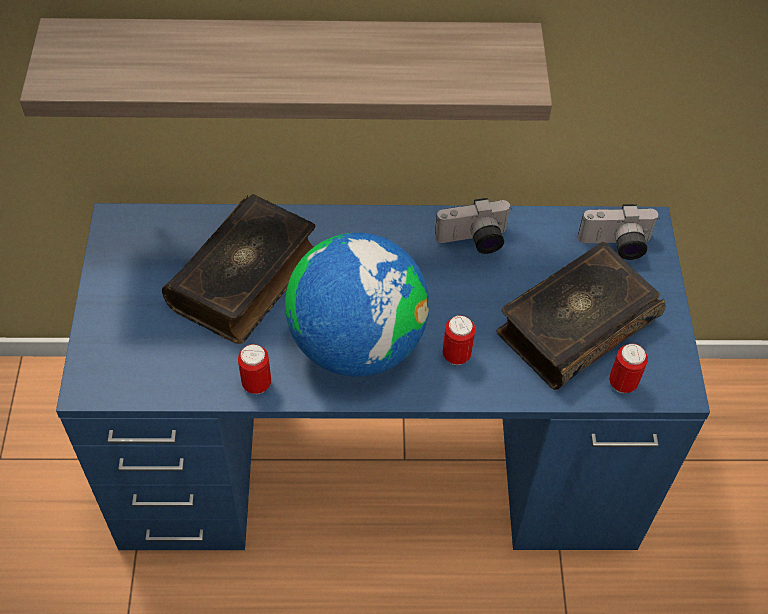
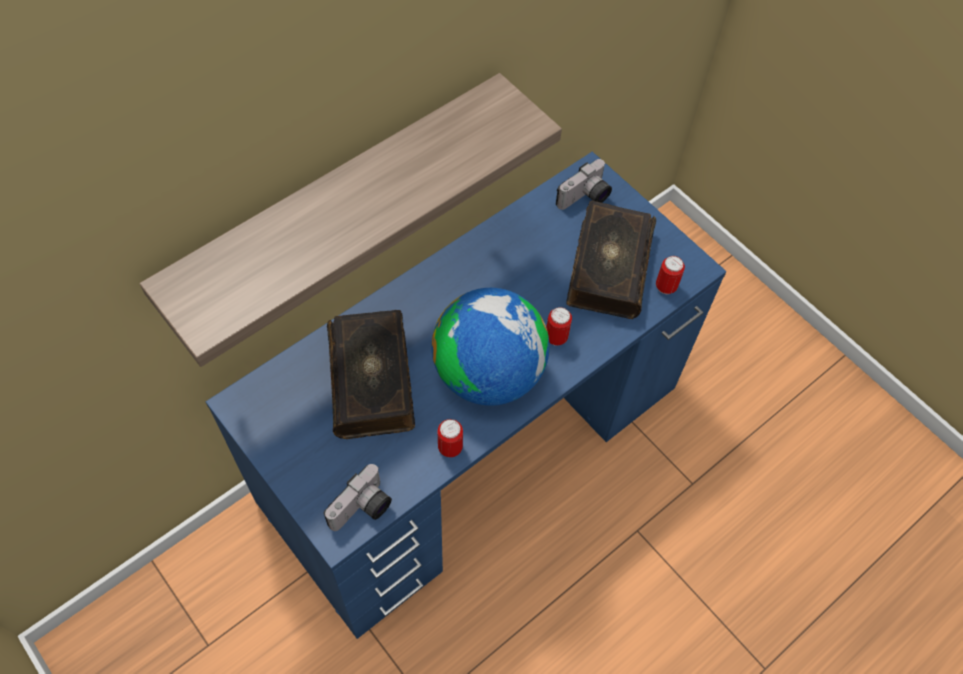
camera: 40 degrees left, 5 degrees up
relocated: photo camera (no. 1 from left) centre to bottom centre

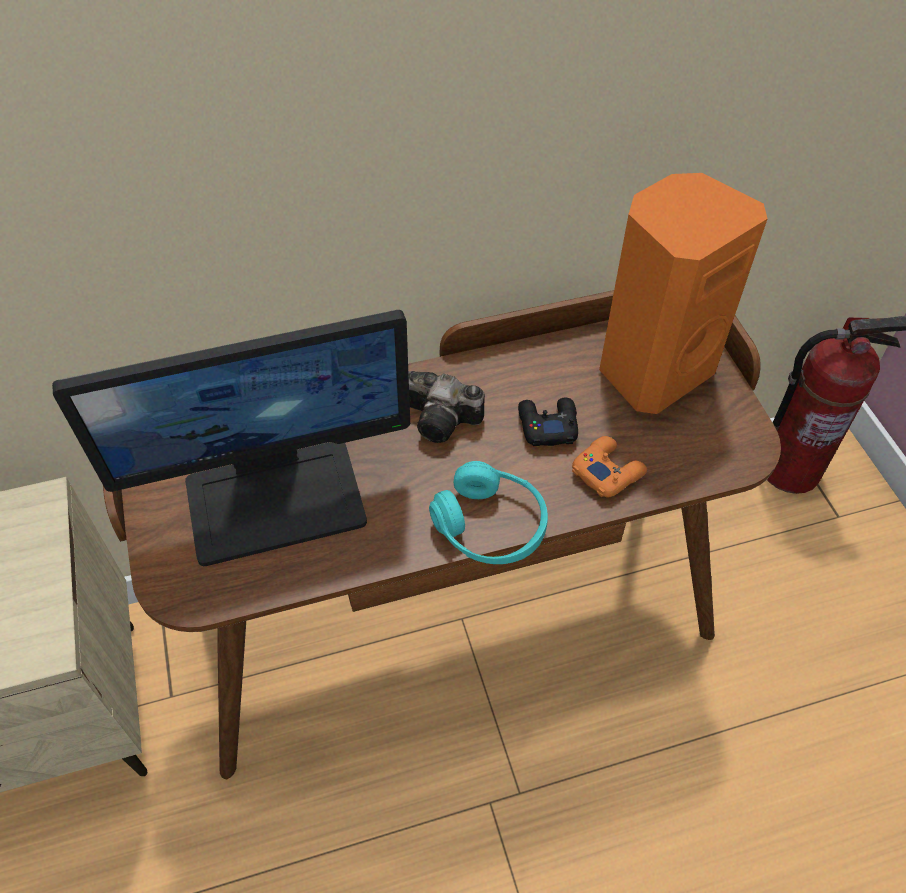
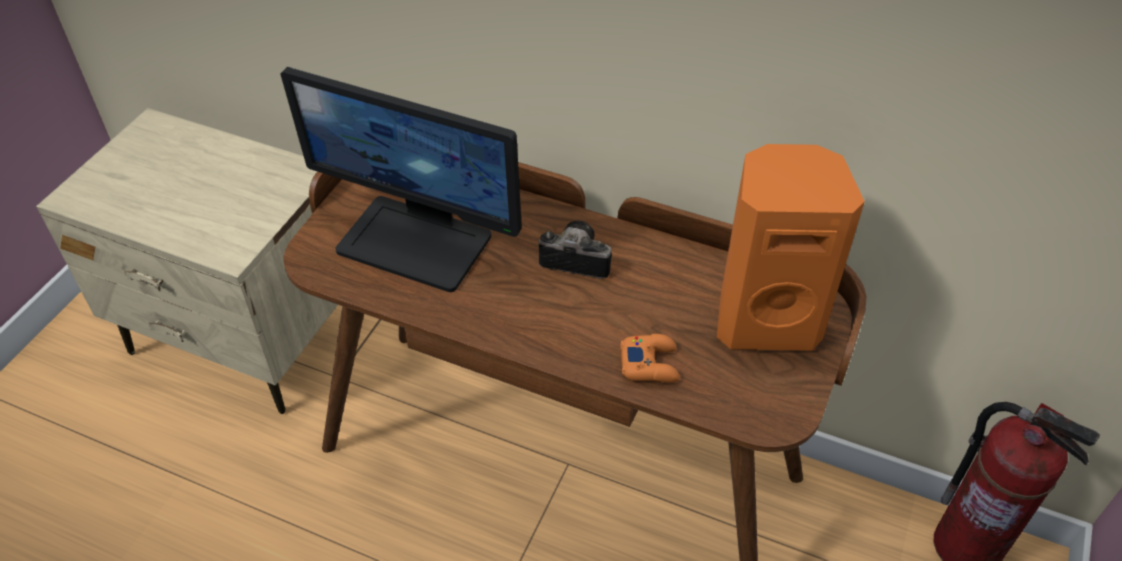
camera: 40 degrees right, 5 degrees down
missing: headphones (turquoise) centre; game controller (black) centre
spun: photo camera centre = centre 135 degrees clockwise

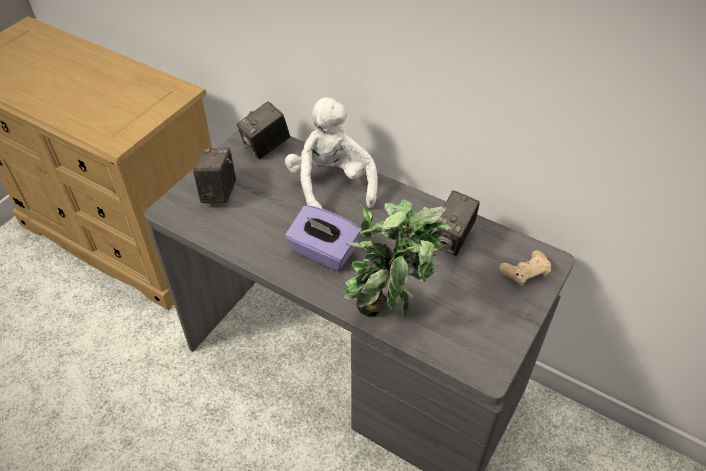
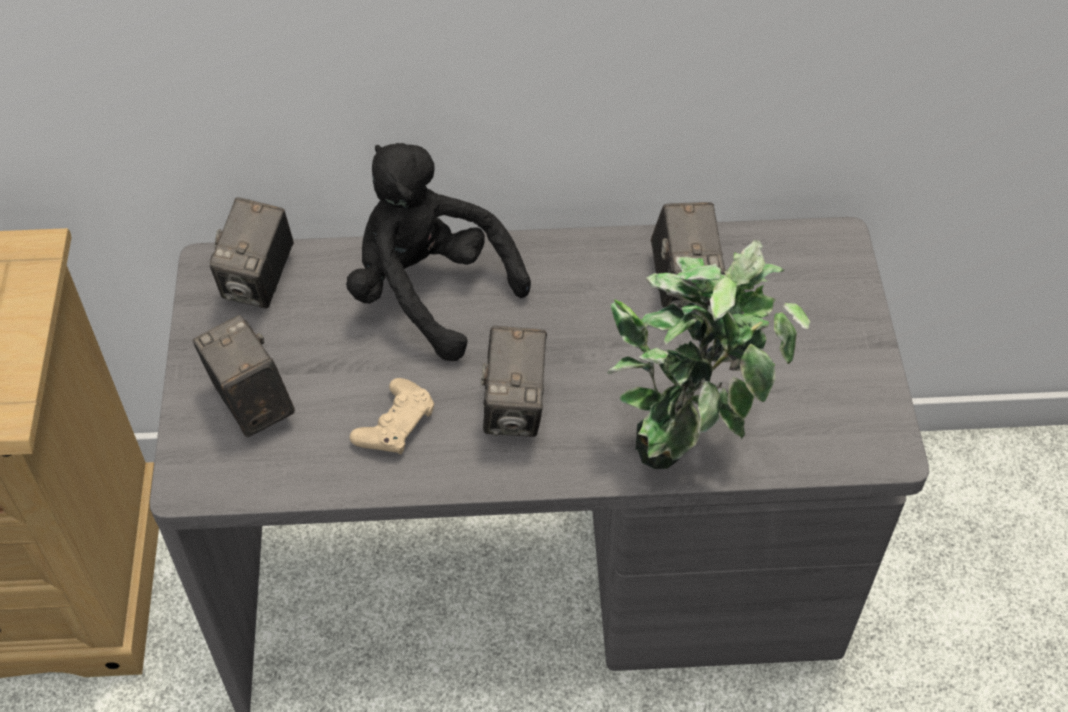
camera: 35 degrees left, 5 degrees up
relocated: game controller (beige) middle right to centre
exchanged: tissue box (purple) centre to photo camera (no. 3 from left) centre
colour: plush toy (white) top centre to plush toy (black) centre

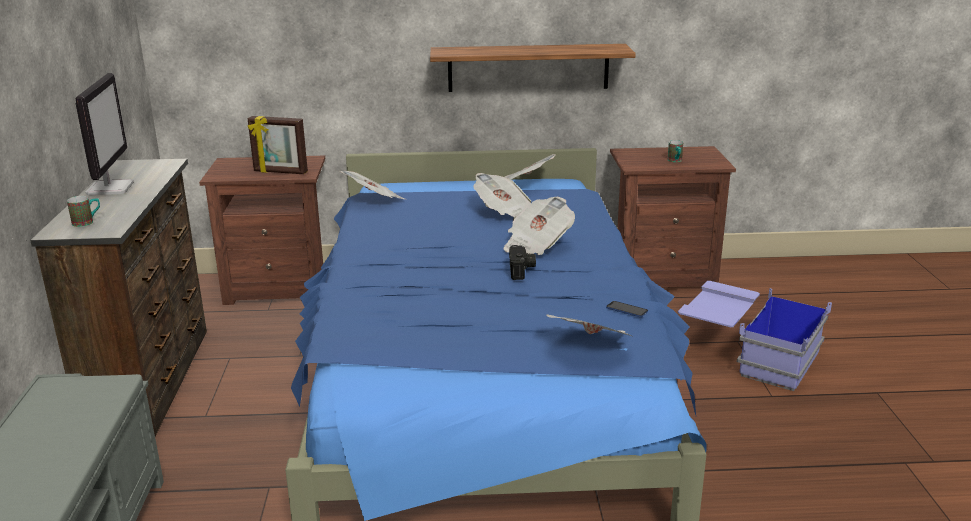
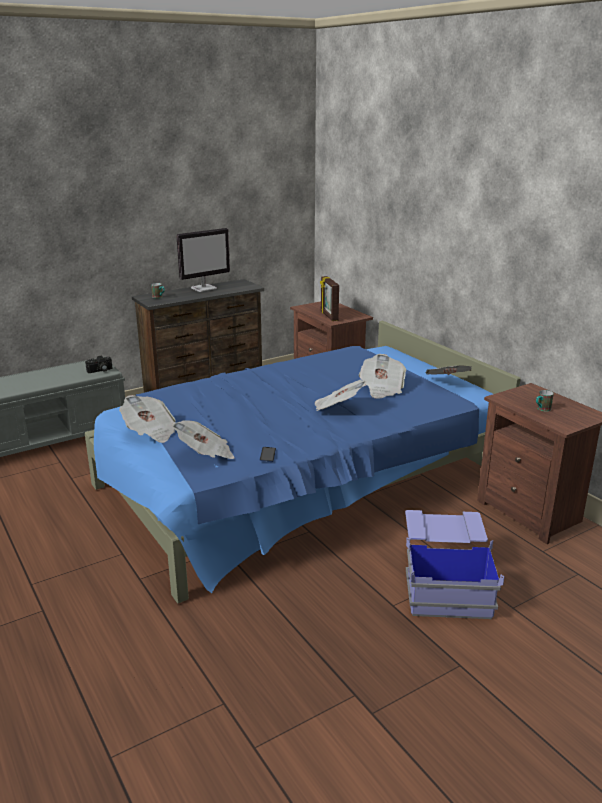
camera: 60 degrees right, 0 degrees up
missing: shelf top centre
relocated: newspaper (no. 1 from left) centre to middle left; photo camera centre to middle left

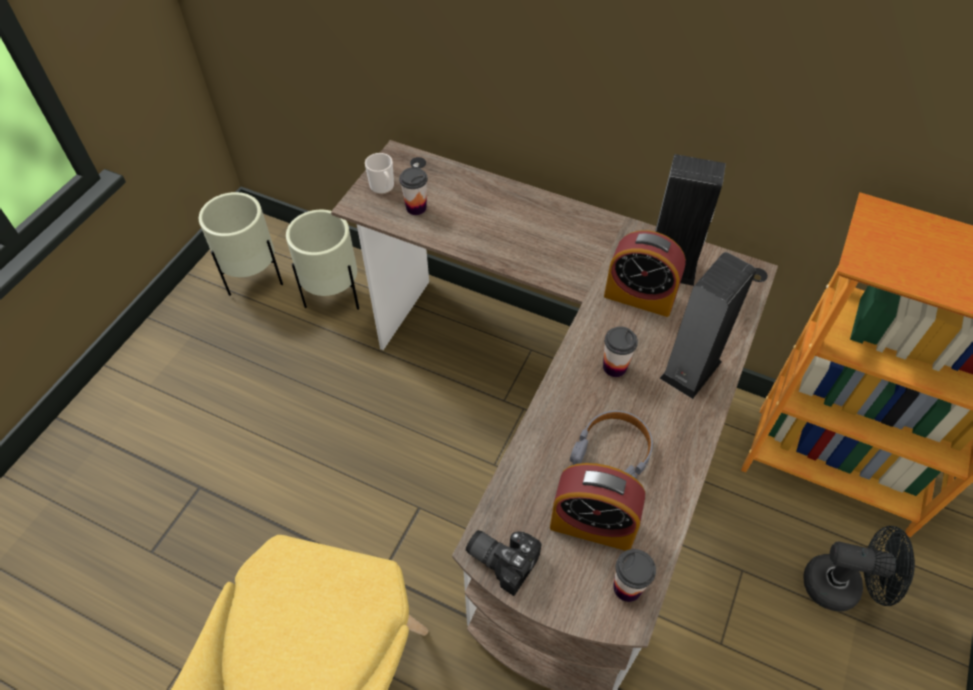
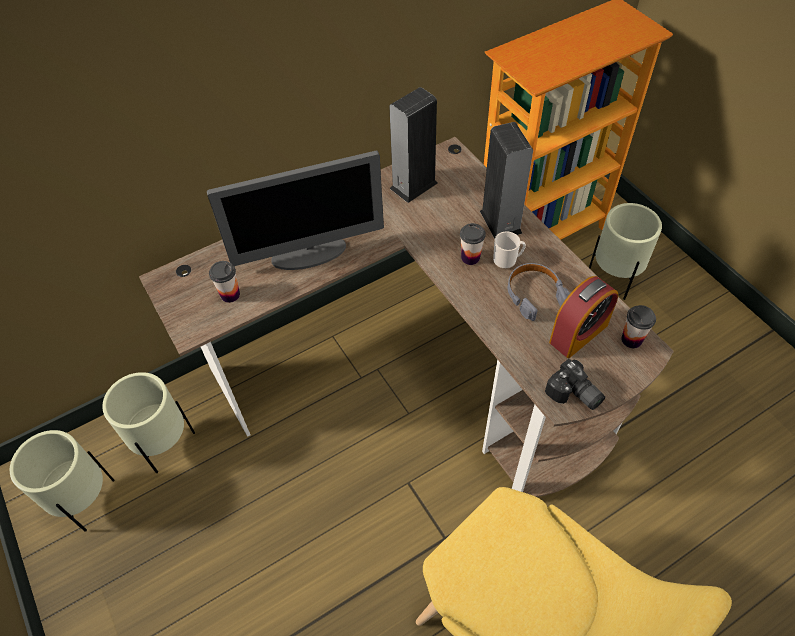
camera: 55 degrees left, 0 degrees up
missing: alarm clock (no. 2 from left) centre
appeared: monitor top centre
relocated: mug top centre to centre
exchanged: fan (black) bottom right to planter (beige) (no. 3 from left) middle right
spun: photo camera bottom centre = middle right 105 degrees counterclockwise

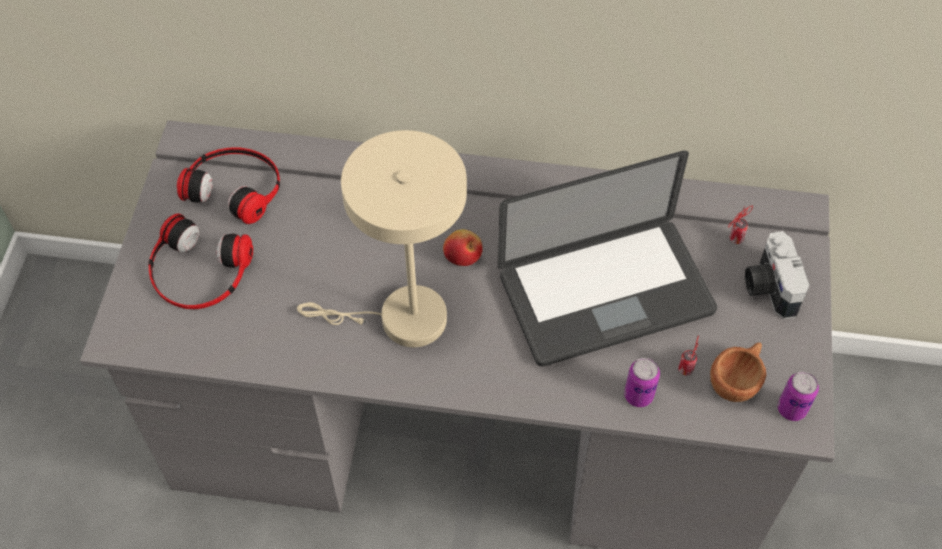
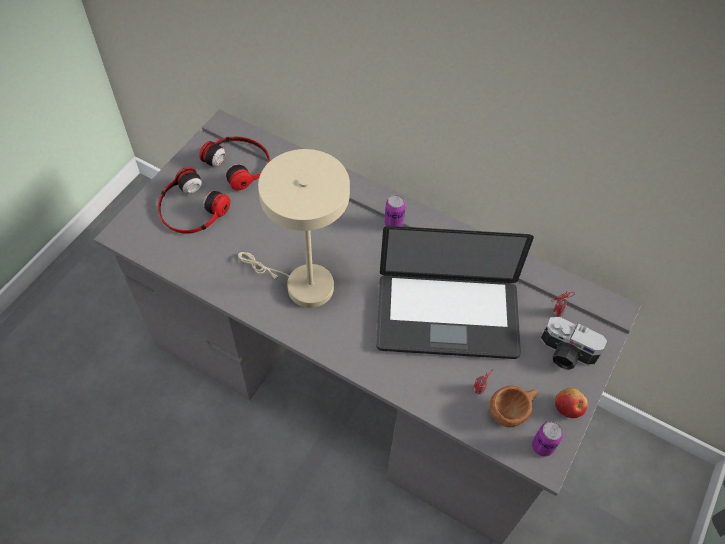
camera: 20 degrees right, 0 degrees up
relocated: apple centre to bottom right; can (no. 1 from left) bottom right to centre
spun: photo camera middle right = middle right 75 degrees counterclockwise

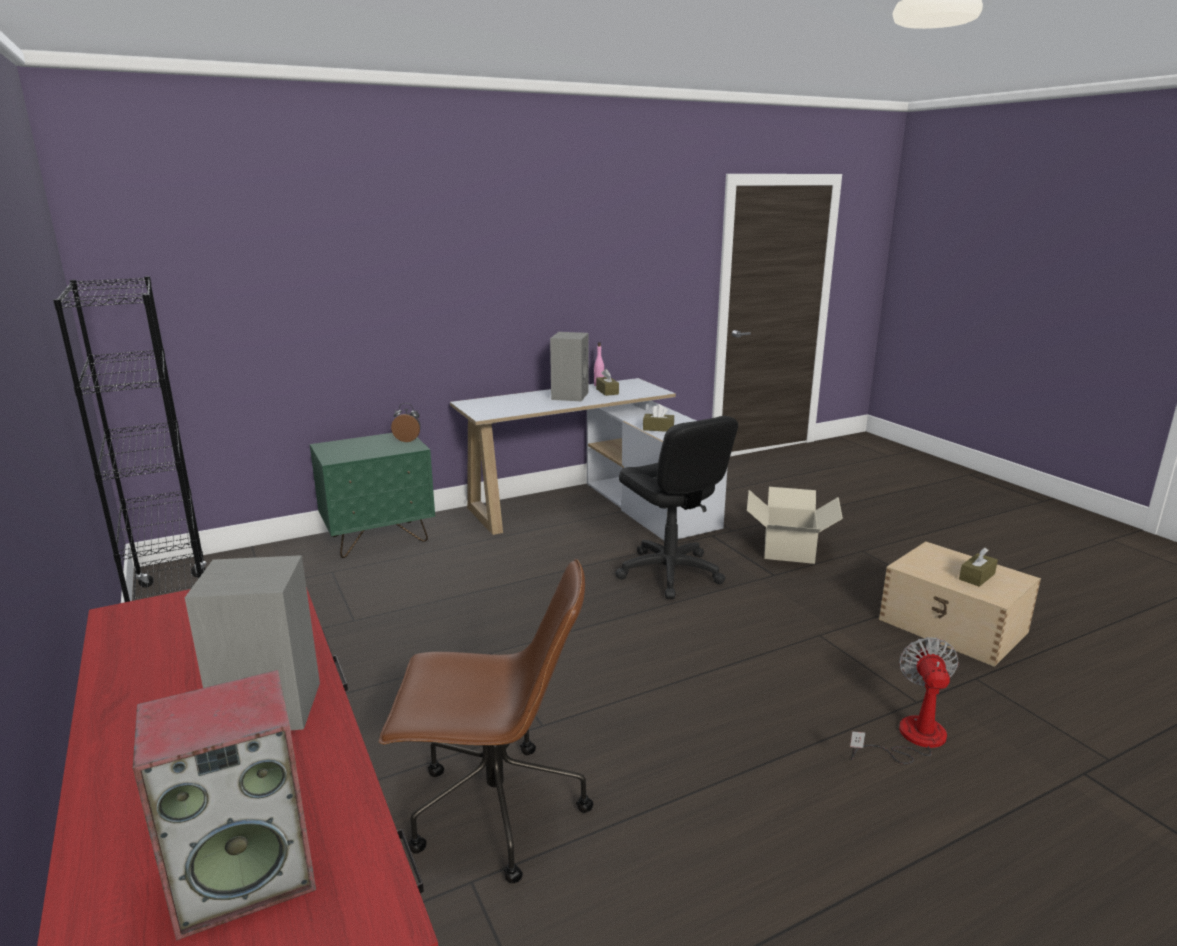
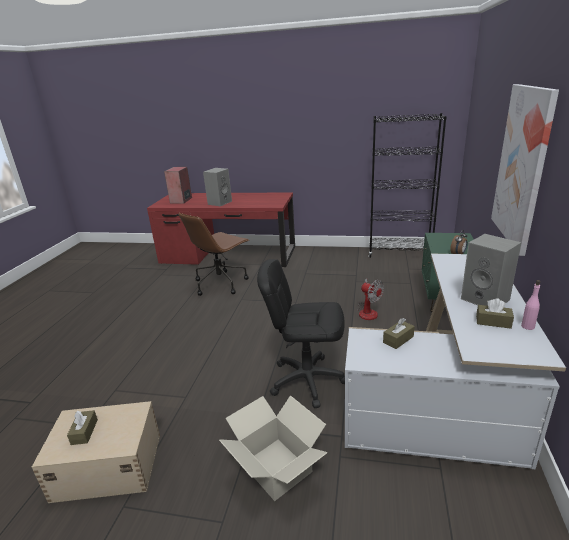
camera: 130 degrees right, 5 degrees up
appeared: picture top right
relocated: fan bottom right to centre

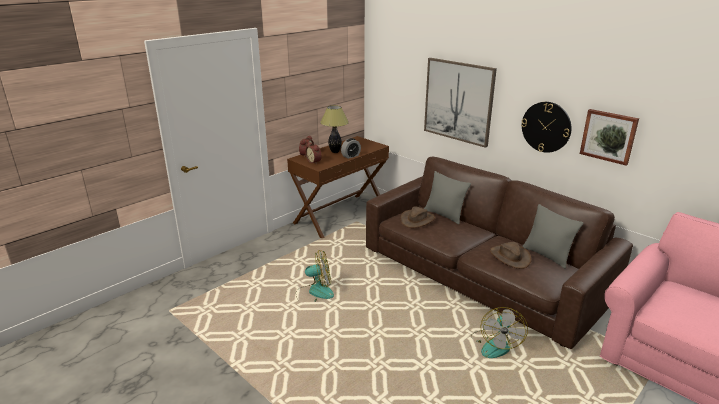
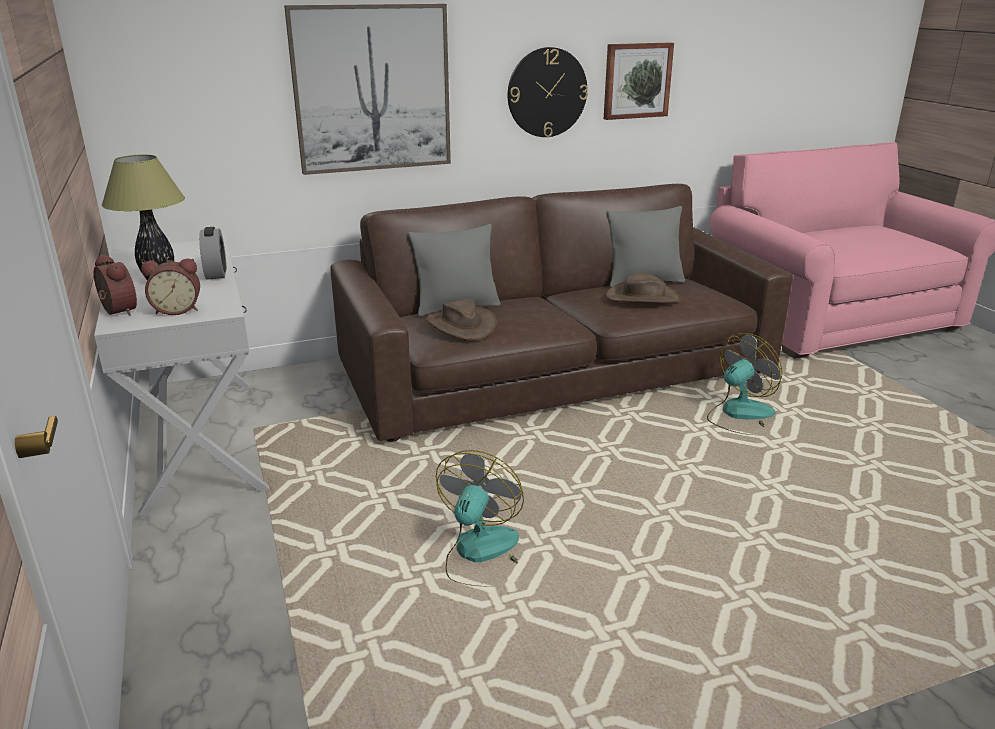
camera: 65 degrees left, 0 degrees up
colour: console table (brown) centre to console table (white) middle left
spun: fan (no. 2 from left) bottom right = middle right 75 degrees counterclockwise

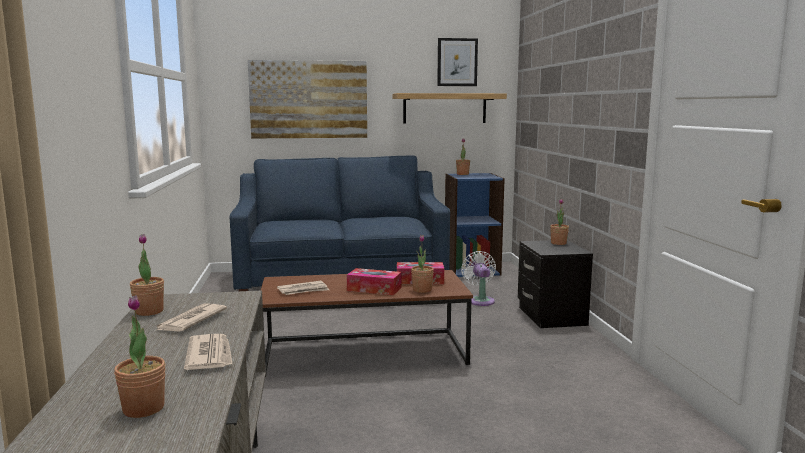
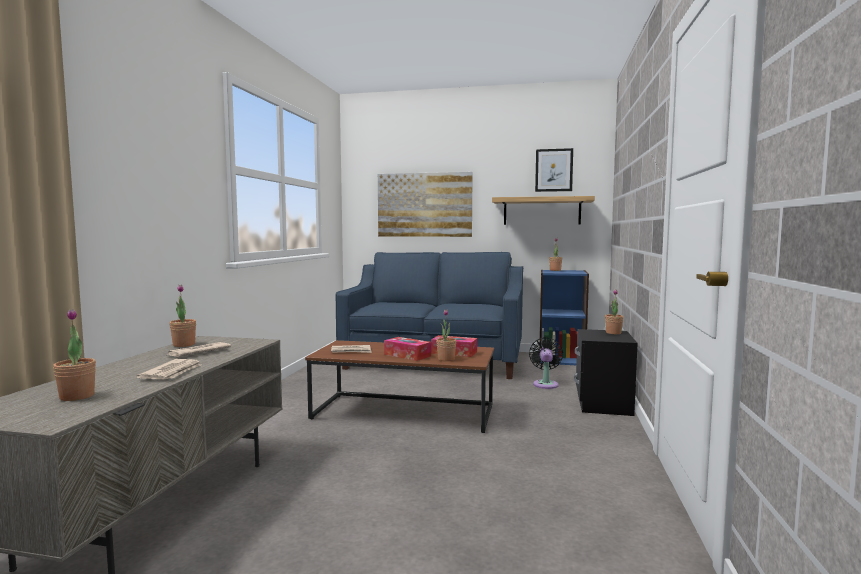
camera: 20 degrees right, 5 degrees down
colour: fan (white) centre to fan (black) centre

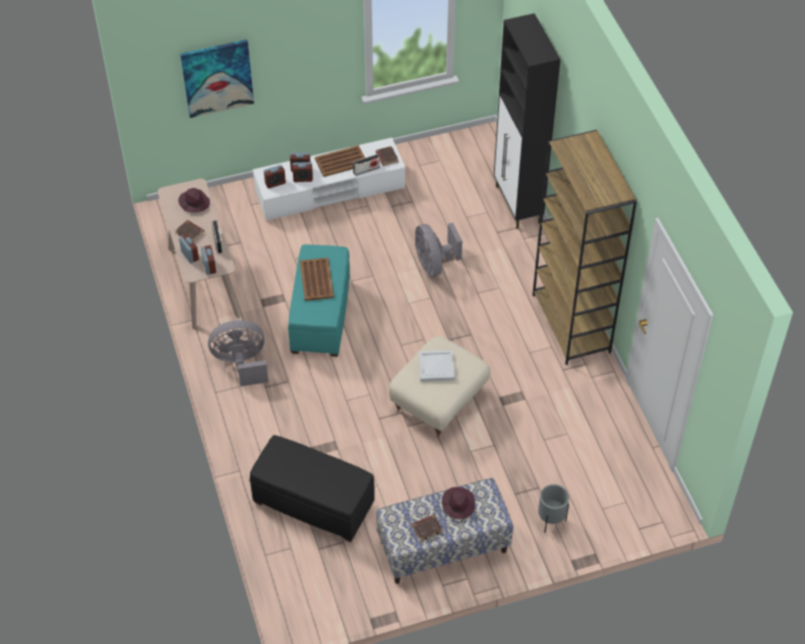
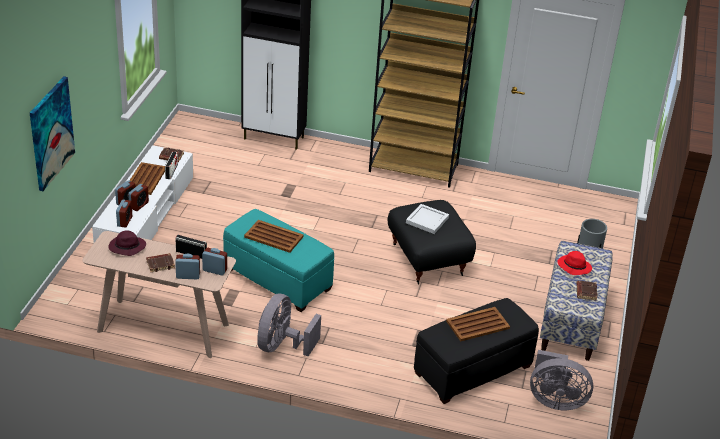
camera: 60 degrees left, 15 degrees down
appeared: tray (brown) (no. 3 from left) bottom centre
relocated: fan (grey) (no. 2 from left) centre to bottom right
colour: ottoman (beige) centre to ottoman (black) (no. 1 from left) centre; hat (purple) (no. 2 from left) bottom centre to hat (red) middle right

